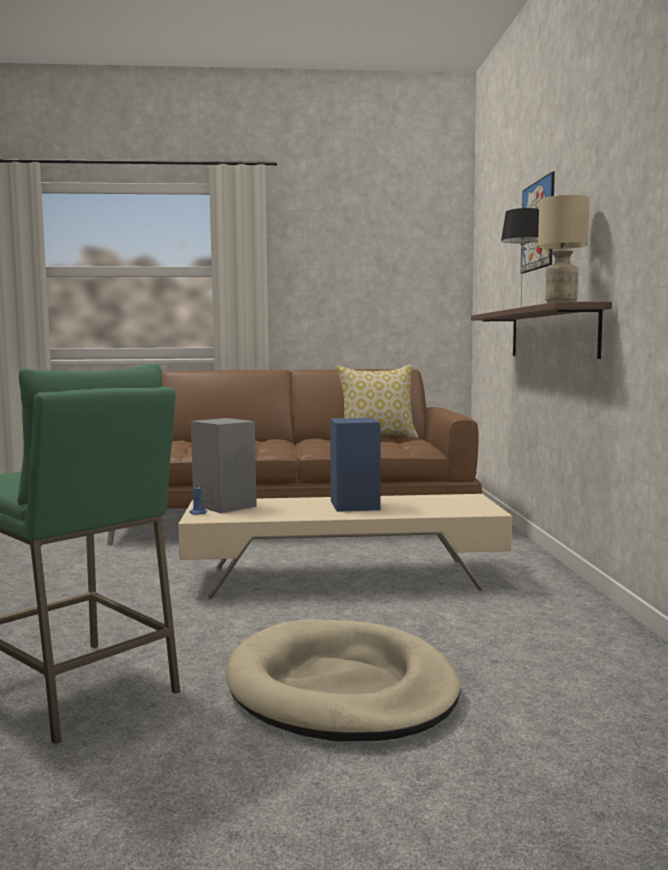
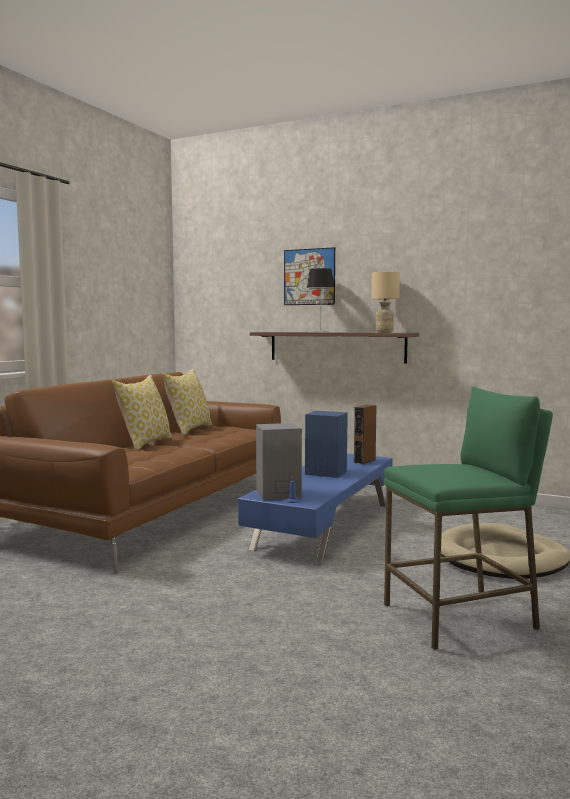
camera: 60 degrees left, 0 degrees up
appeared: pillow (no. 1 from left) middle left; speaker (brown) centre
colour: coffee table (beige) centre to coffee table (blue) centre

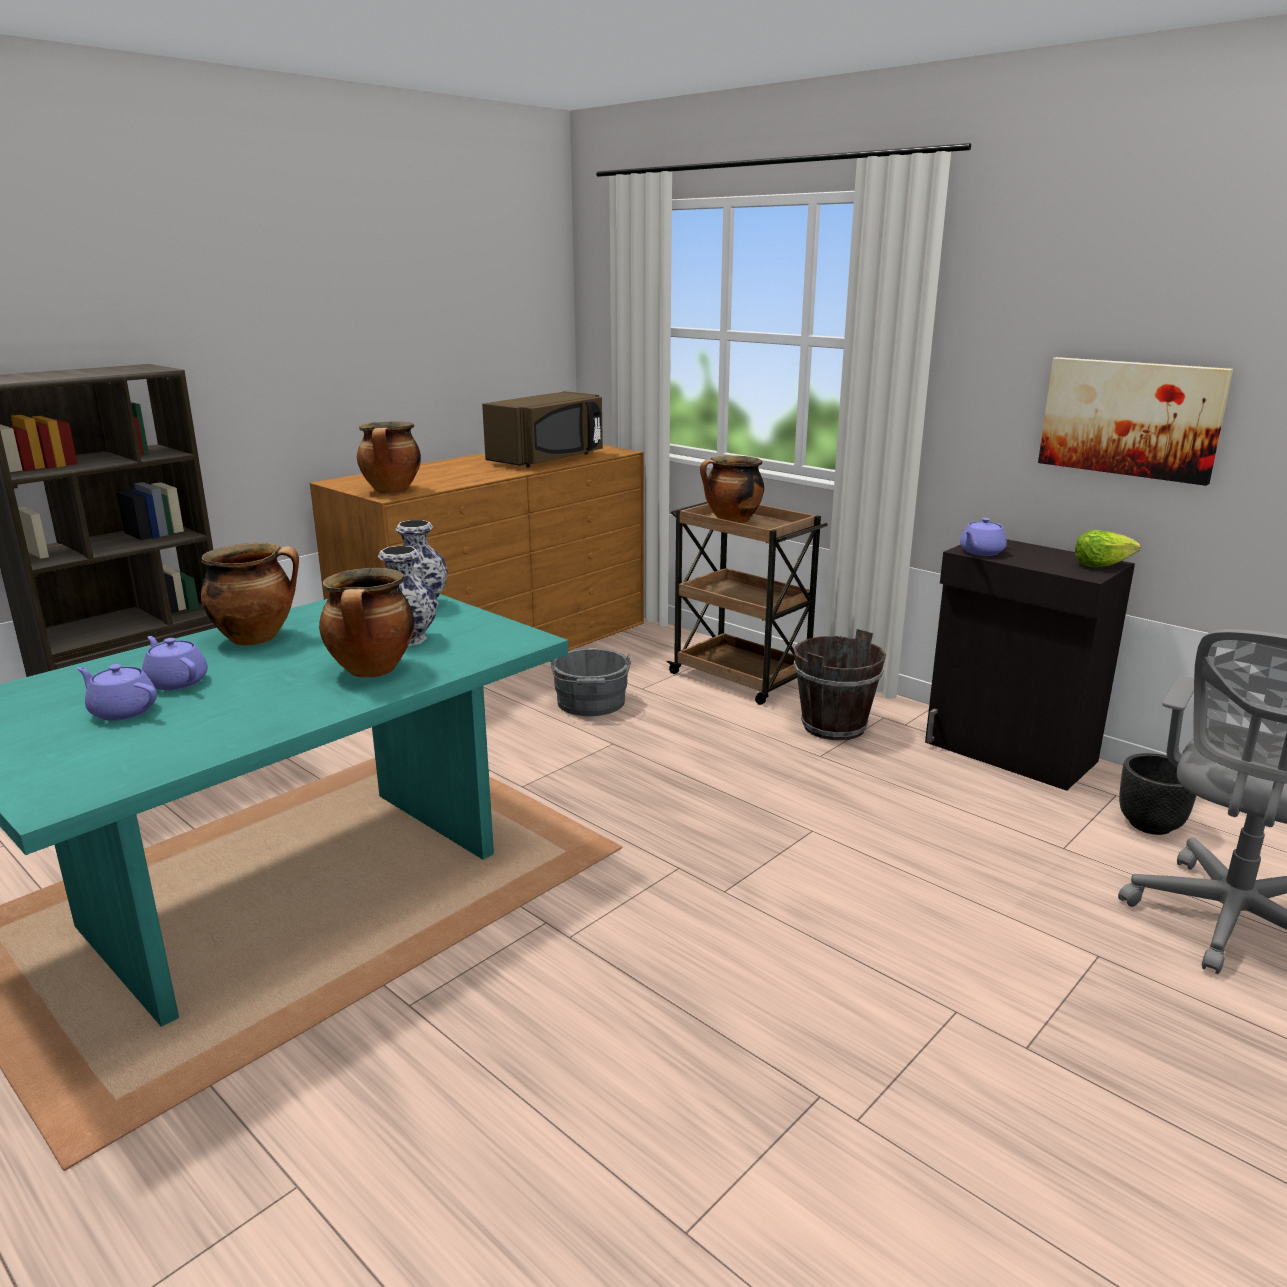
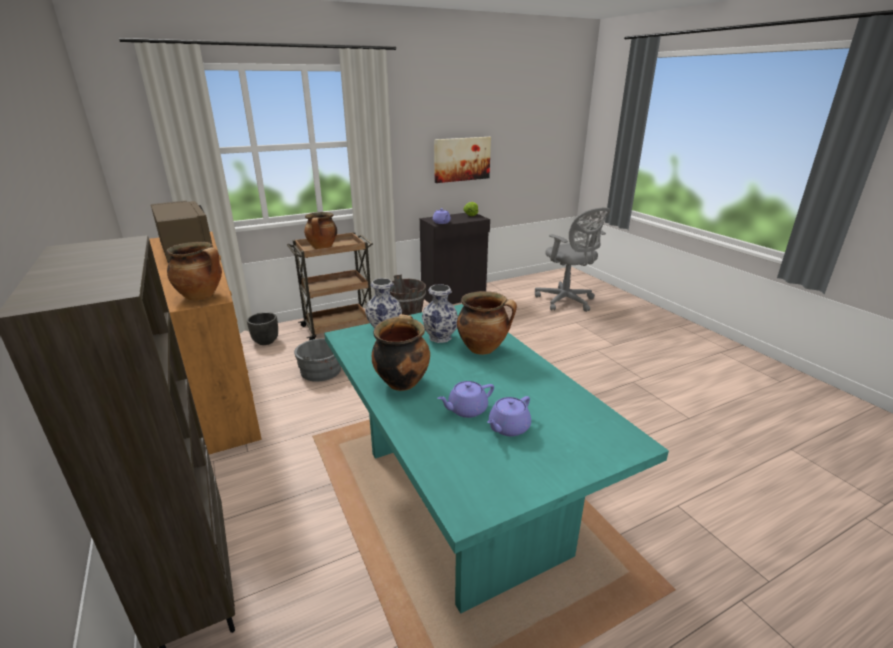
camera: 70 degrees left, 5 degrees up
relocated: planter (black) middle right to middle left

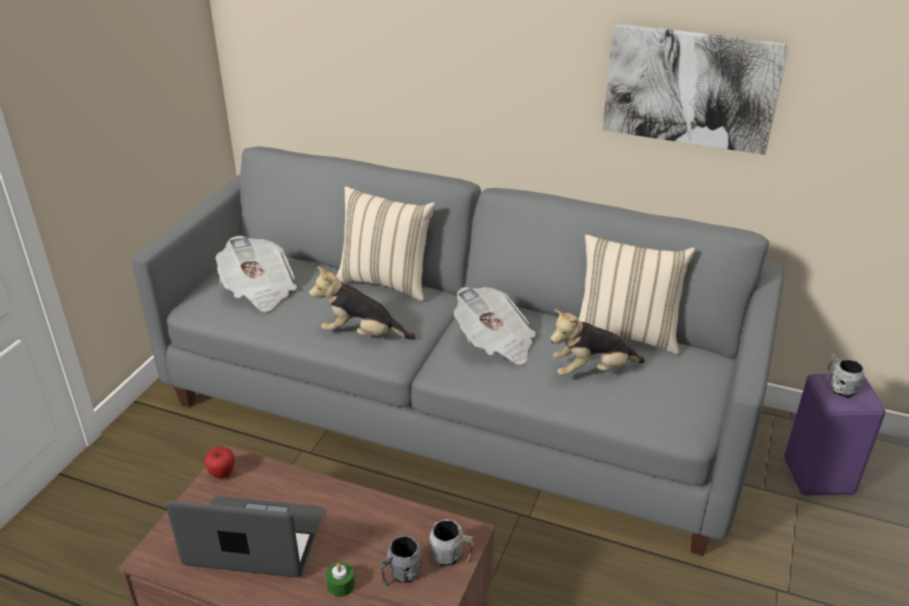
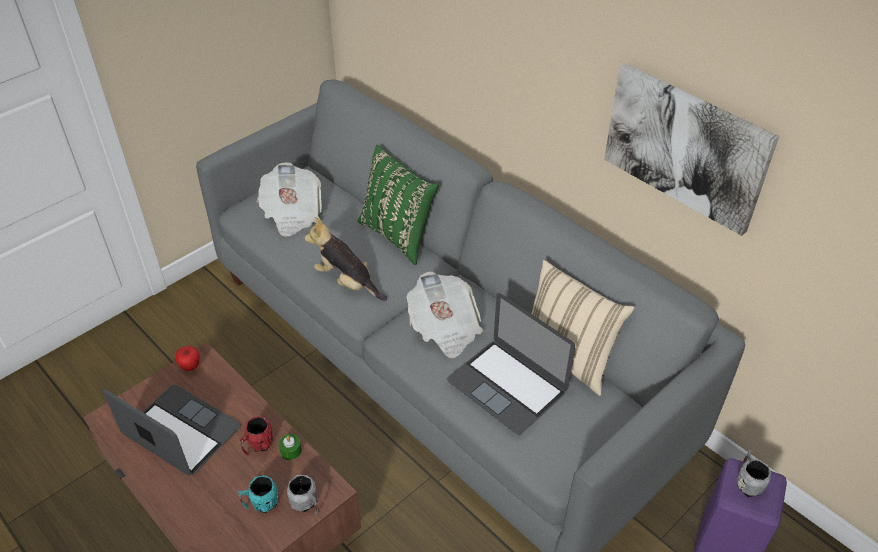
camera: 25 degrees right, 10 degrees up
appeared: mug (red) bottom left
relocated: candle (green) bottom centre to bottom left
exchanged: plush toy (no. 2 from left) centre to laptop (no. 2 from left) centre
colour: pillow (beige) (no. 1 from left) centre to pillow (green) centre; mug (grey) (no. 1 from left) bottom centre to mug (turquoise) bottom left

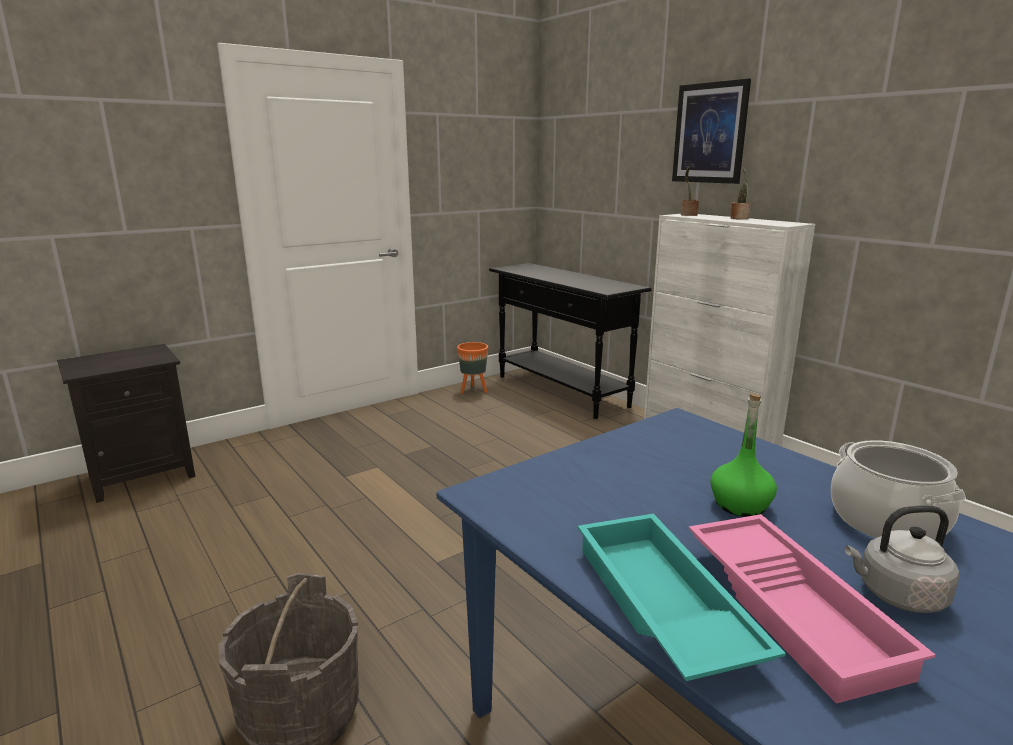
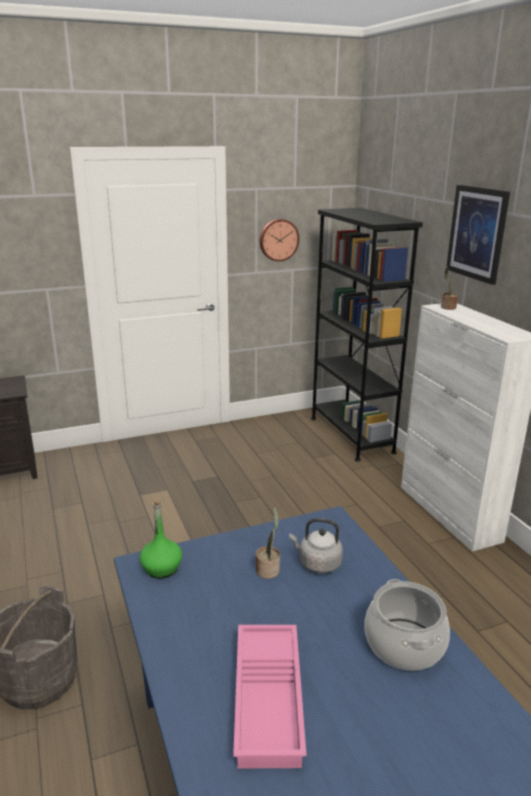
camera: 15 degrees right, 5 degrees up
missing: planter (orange) centre; tray (turquoise) bottom right
appeared: wall clock top centre
relocated: bottle (green) middle right to bottom left; potted plant (no. 2 from left in the first image) top right to potted plant (no. 1 from left) bottom centre; kettle (grey) bottom right to bottom centre
exchanged: console table (black) centre to bookcase (black) middle right

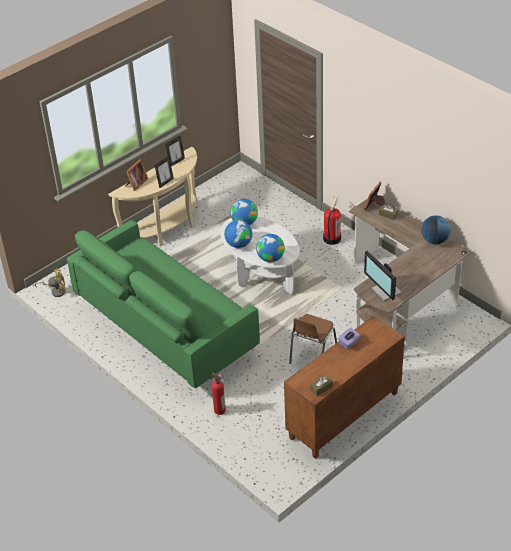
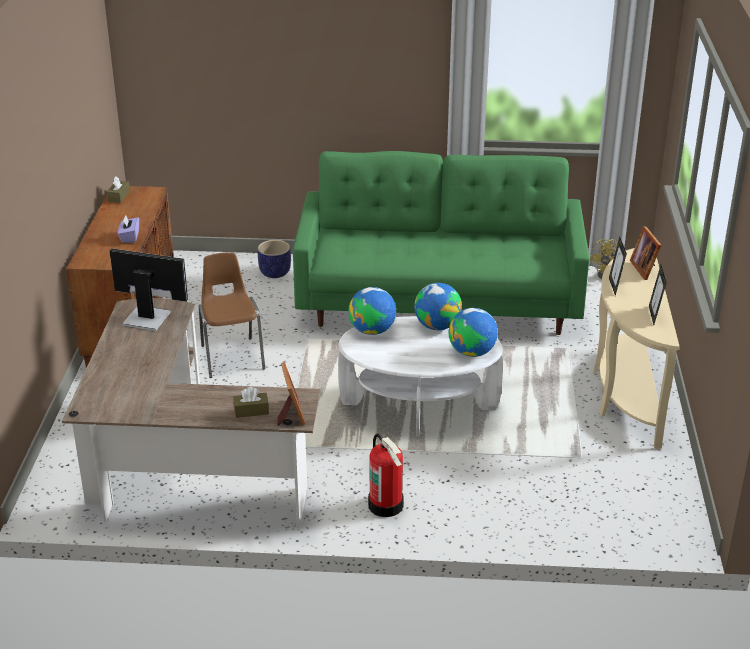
camera: 135 degrees right, 10 degrees down
missing: globe (no. 4 from left) middle right
exchanged: fire extinguisher (no. 1 from left) bottom centre to planter centre

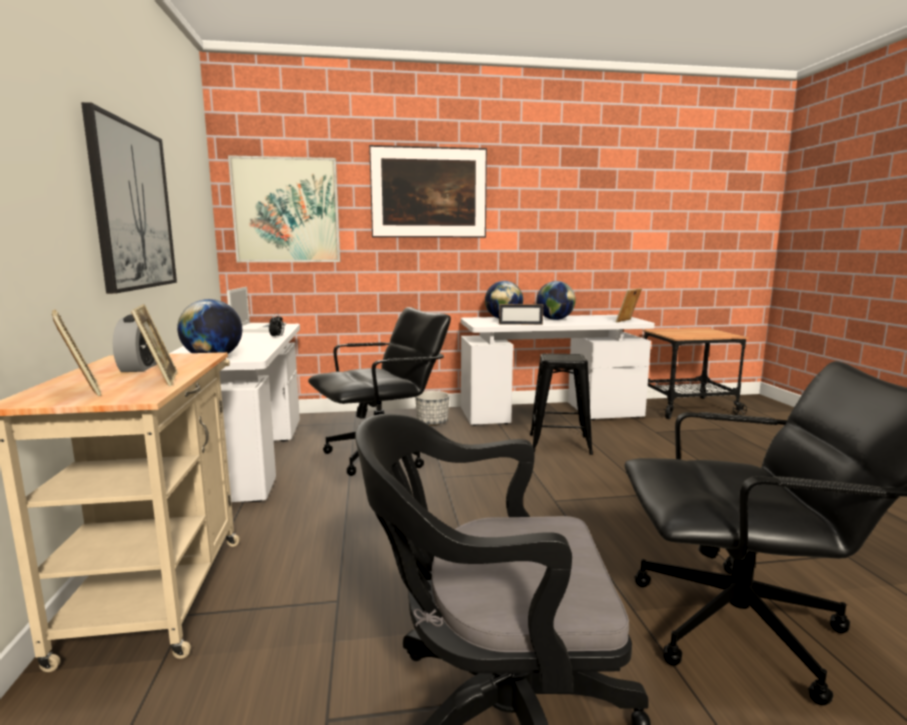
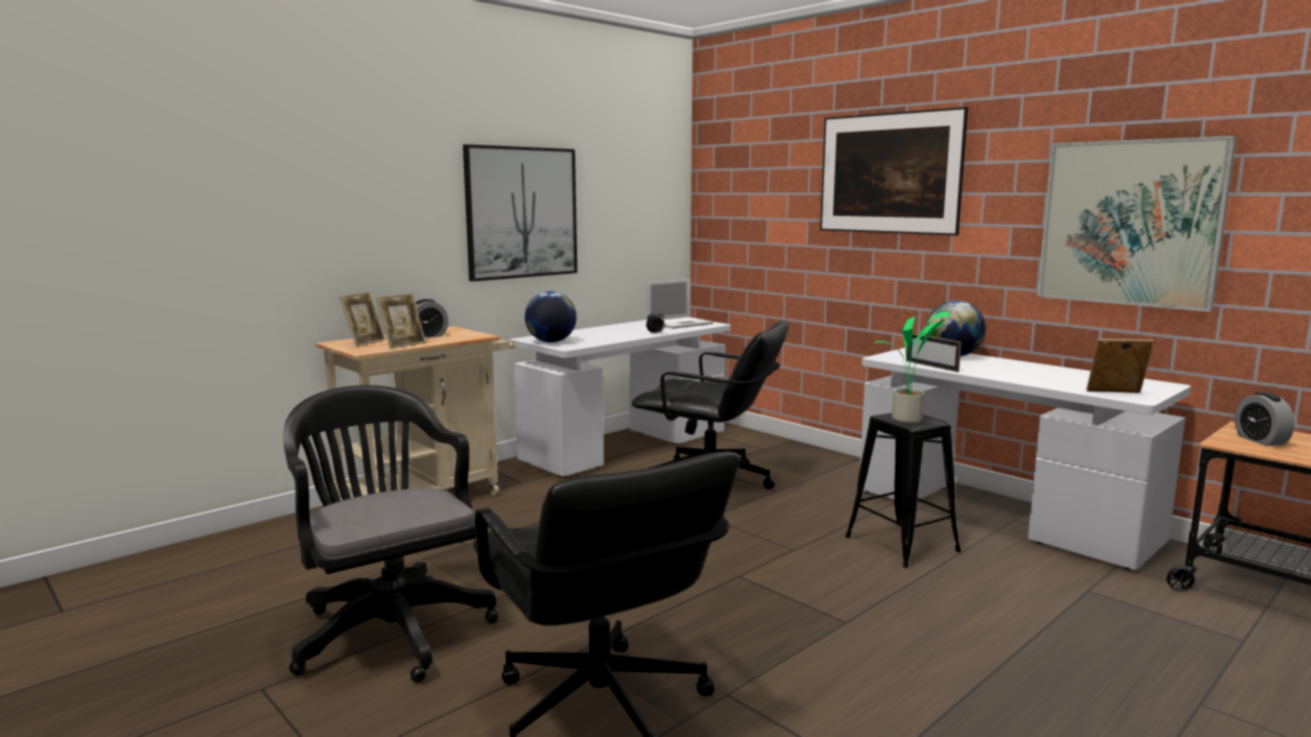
camera: 55 degrees right, 0 degrees up
missing: planter centre; globe (no. 3 from left) centre
appeared: potted plant middle right; alarm clock (no. 3 from left) middle right
relocated: picture (no. 2 from left in the first image) top left to picture (no. 3 from left) top right

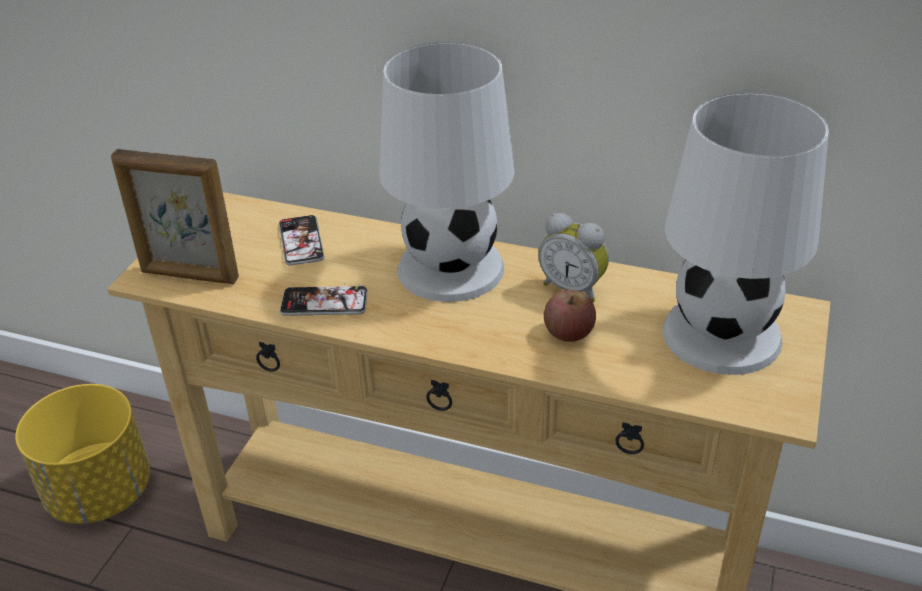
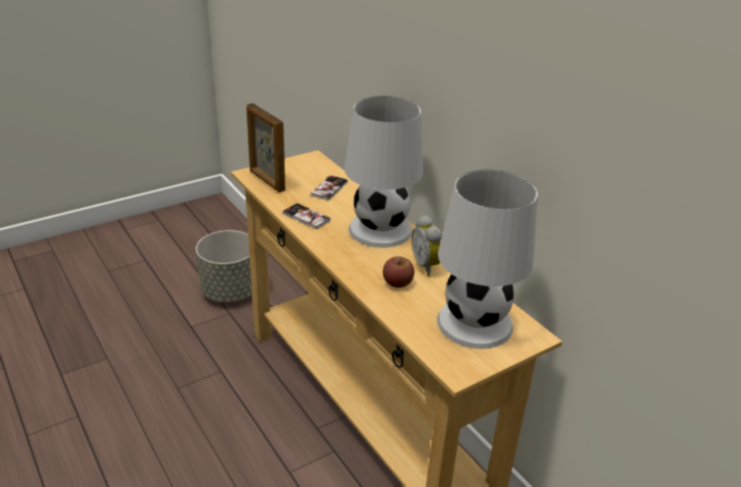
camera: 35 degrees right, 5 degrees down
colour: planter (yellow) bottom left to planter (grey) middle left

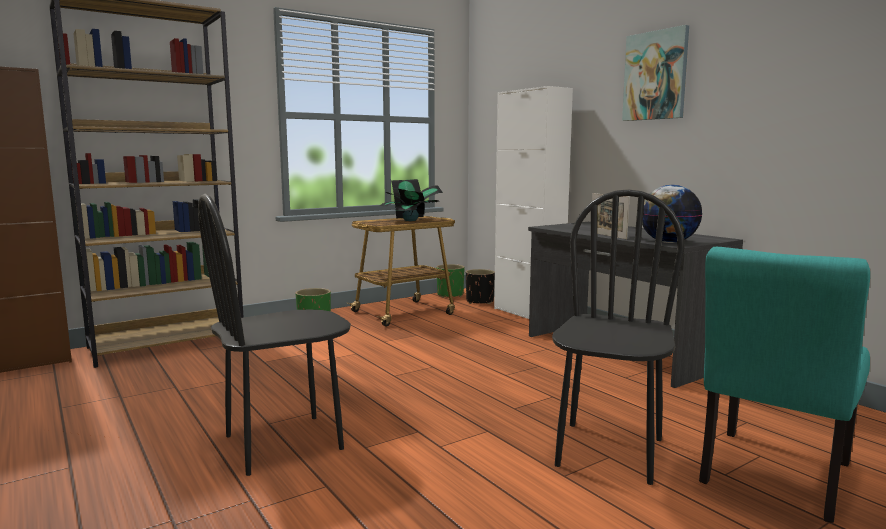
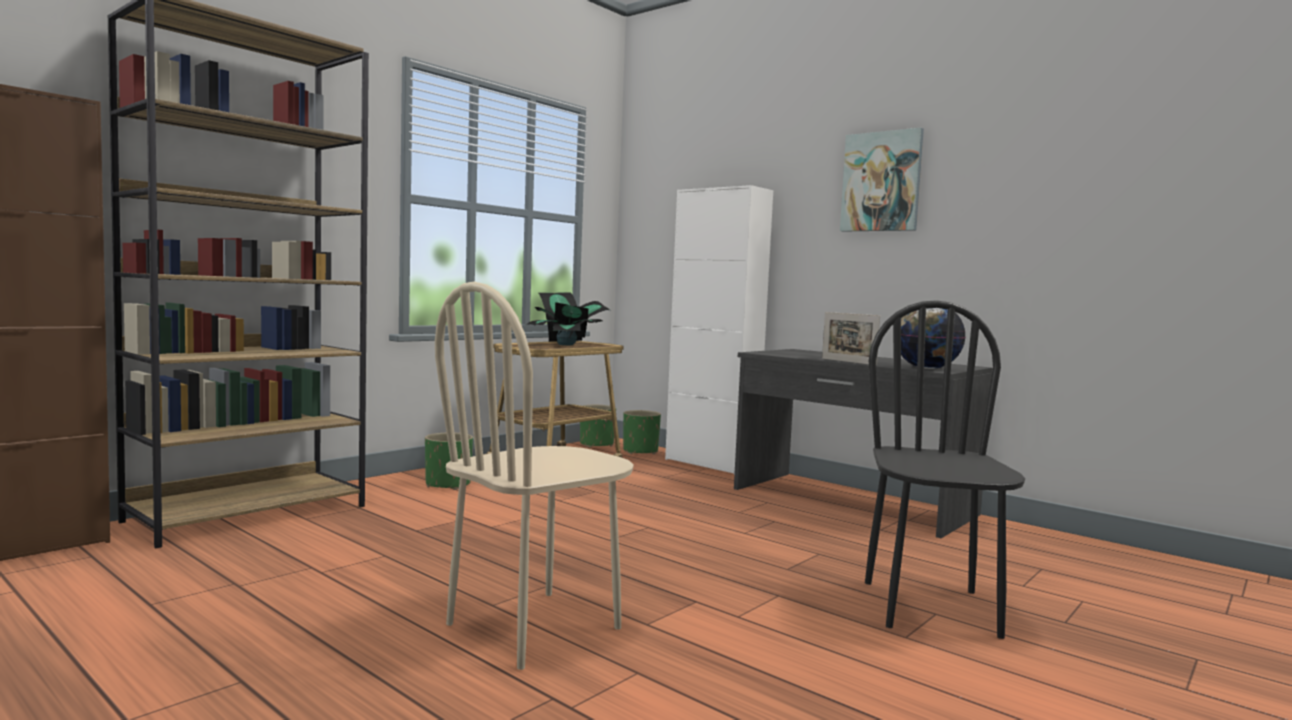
camera: 15 degrees left, 5 degrees down
missing: chair (turquoise) bottom right
colour: chair (black) (no. 1 from left) middle left to chair (beige) centre; planter (black) centre to planter (green) (no. 3 from left) centre

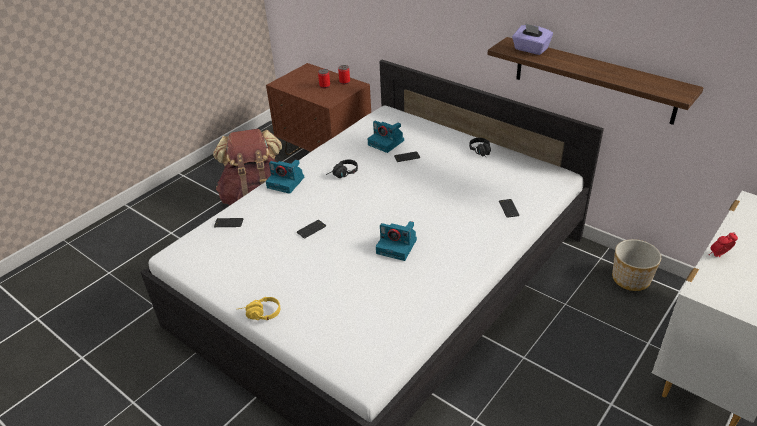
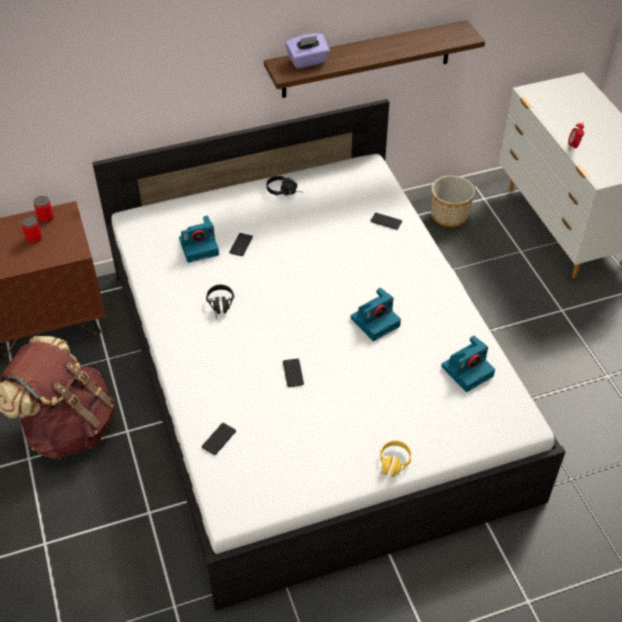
camera: 60 degrees left, 10 degrees up
relocated: photo camera (no. 1 from left in the first image) centre to photo camera (no. 3 from left) middle right

